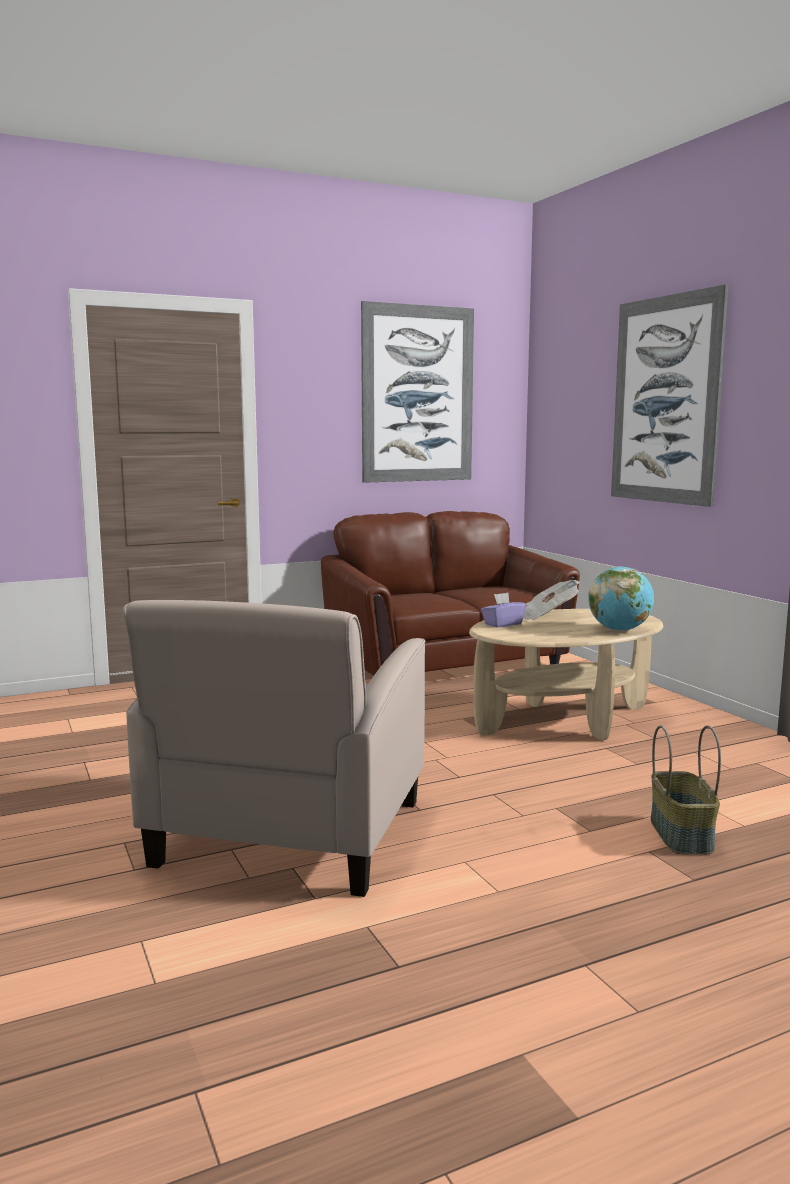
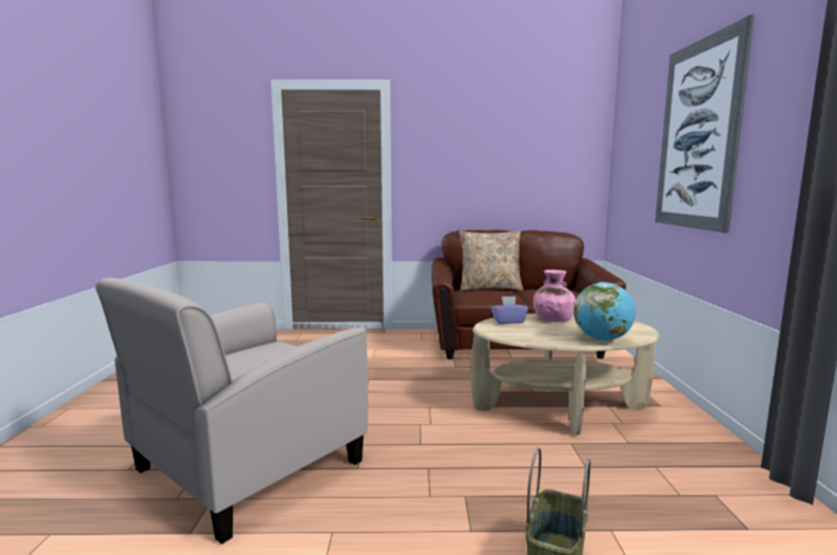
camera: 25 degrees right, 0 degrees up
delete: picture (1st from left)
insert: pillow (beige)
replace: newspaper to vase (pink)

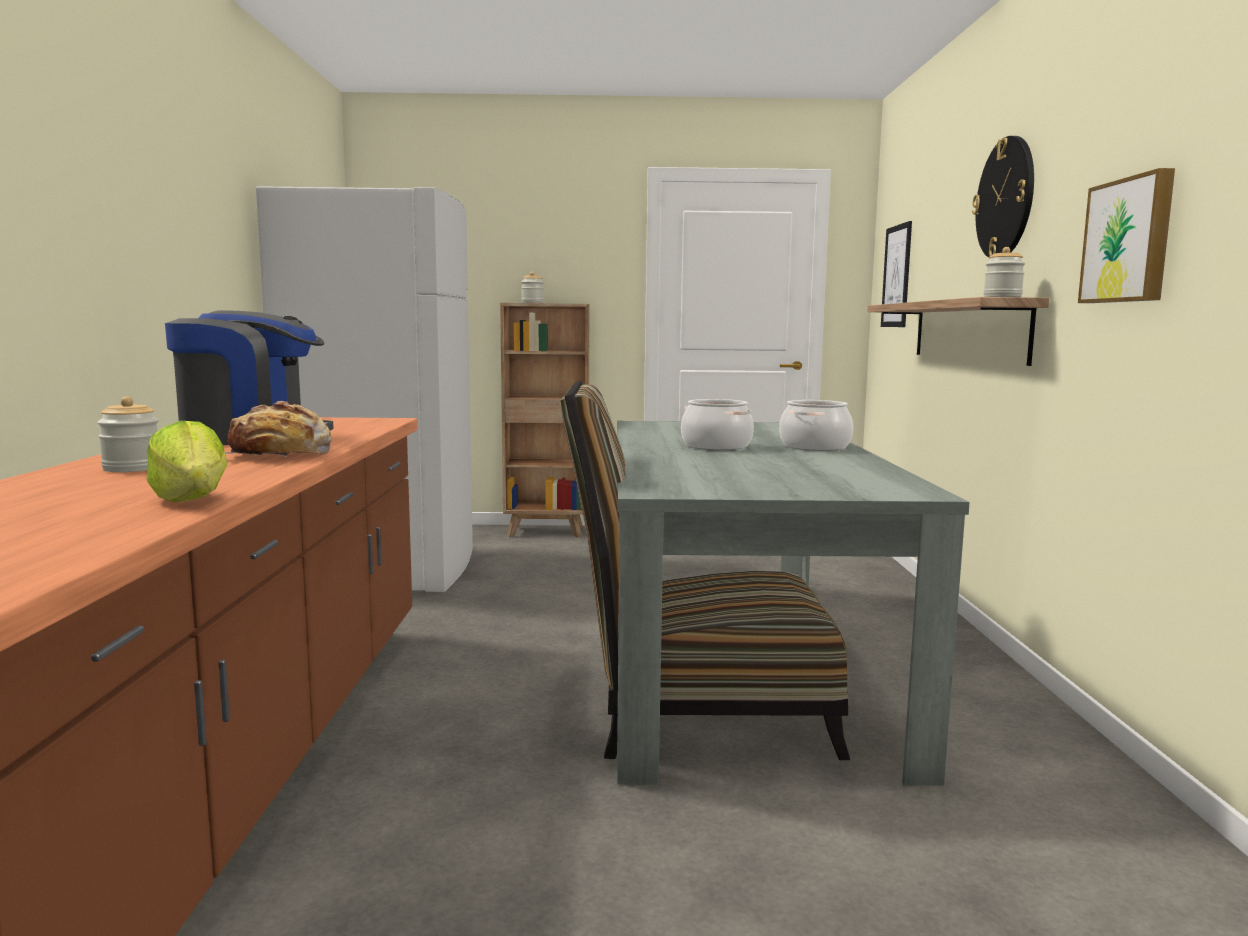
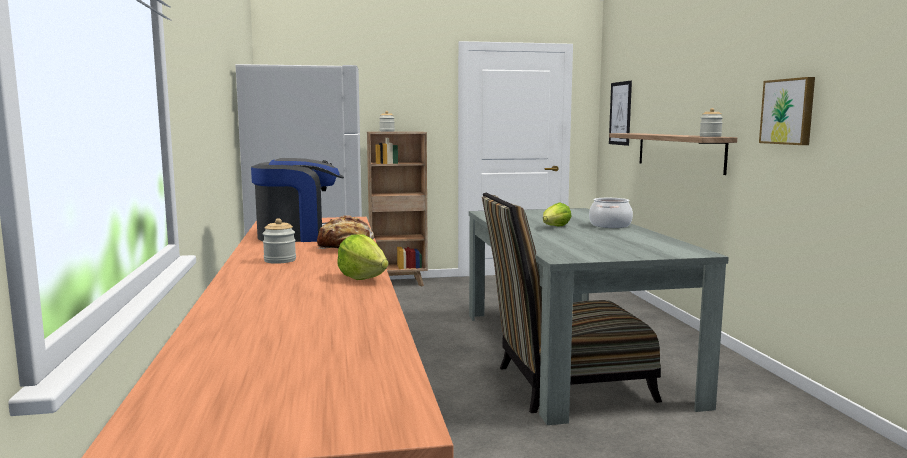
camera: 10 degrees left, 0 degrees up
delete: wall clock
replace: cooking pot (1st from left) to lettuce (2nd from left)

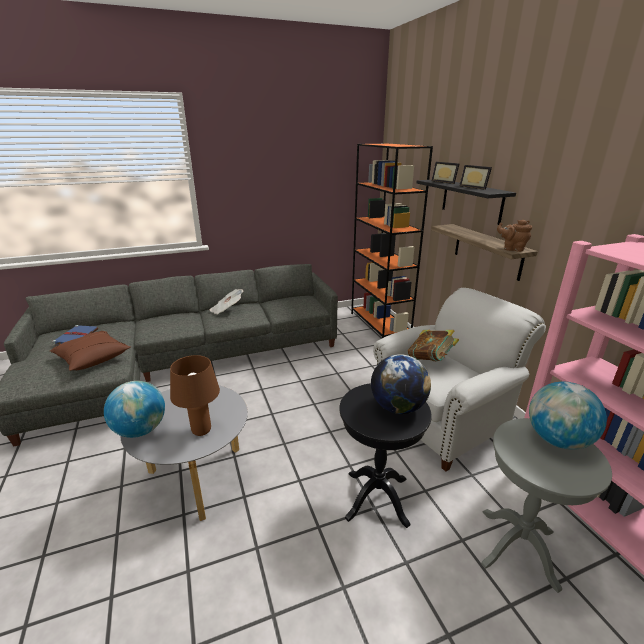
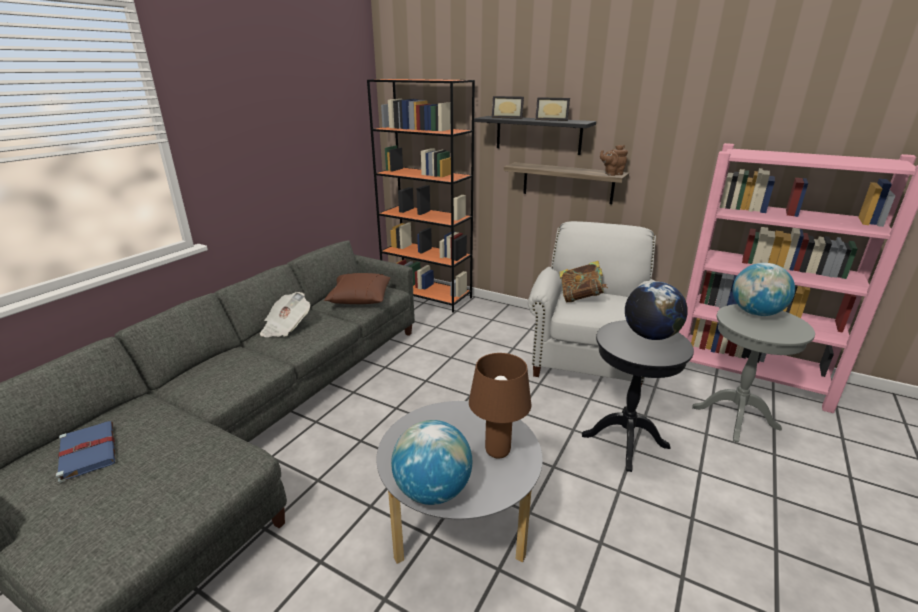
camera: 40 degrees left, 0 degrees up
move: pillow (brown)

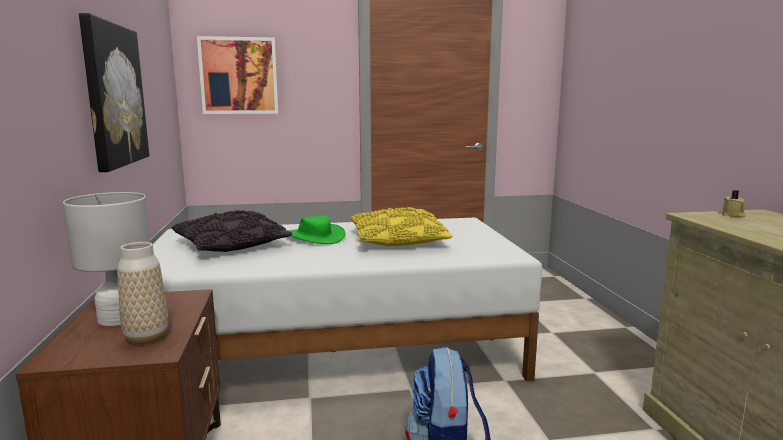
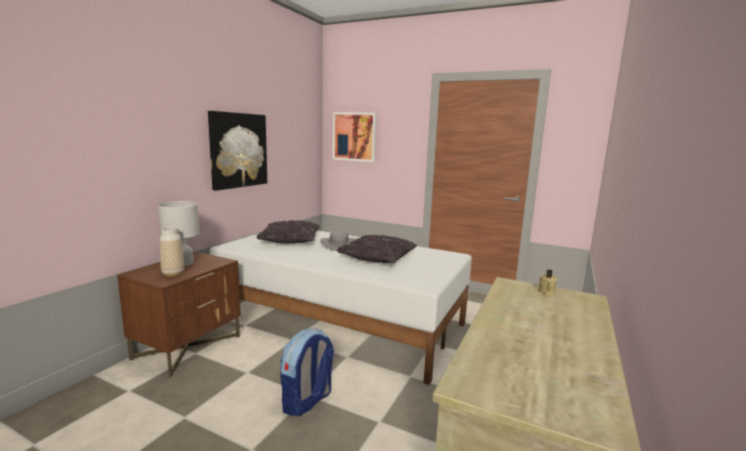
camera: 35 degrees right, 0 degrees up
recolor: pillow (yellow) to pillow (black) (2nd from left); hat (green) to hat (grey)

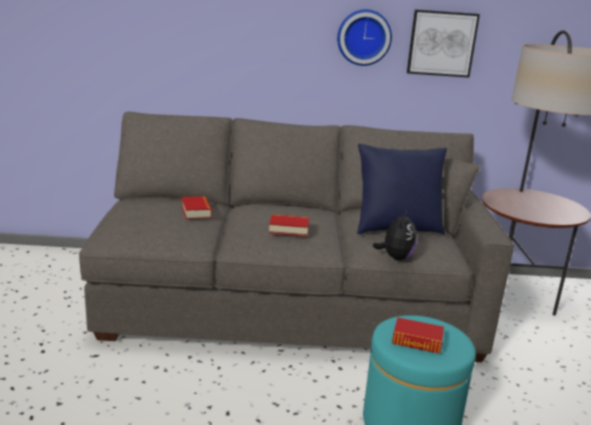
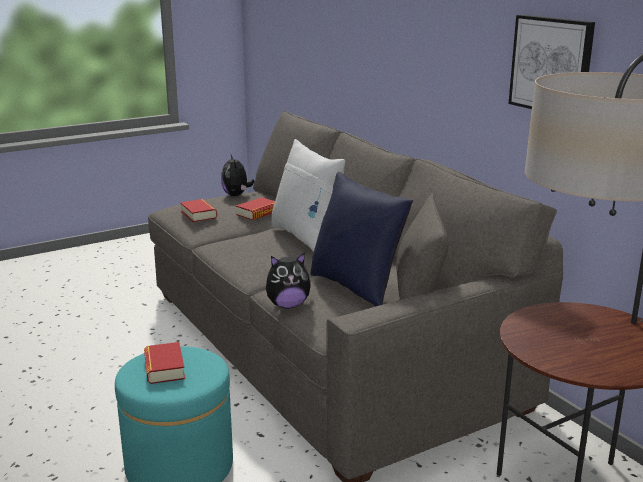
camera: 60 degrees right, 0 degrees up
delete: wall clock
insert: pillow (grey); plush toy (1st from left)
move: book (2nd from left)

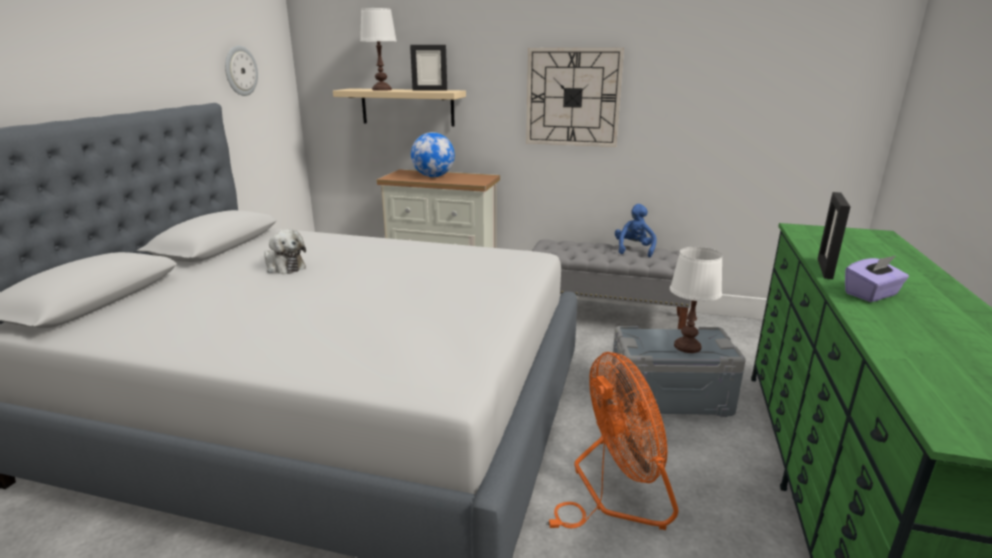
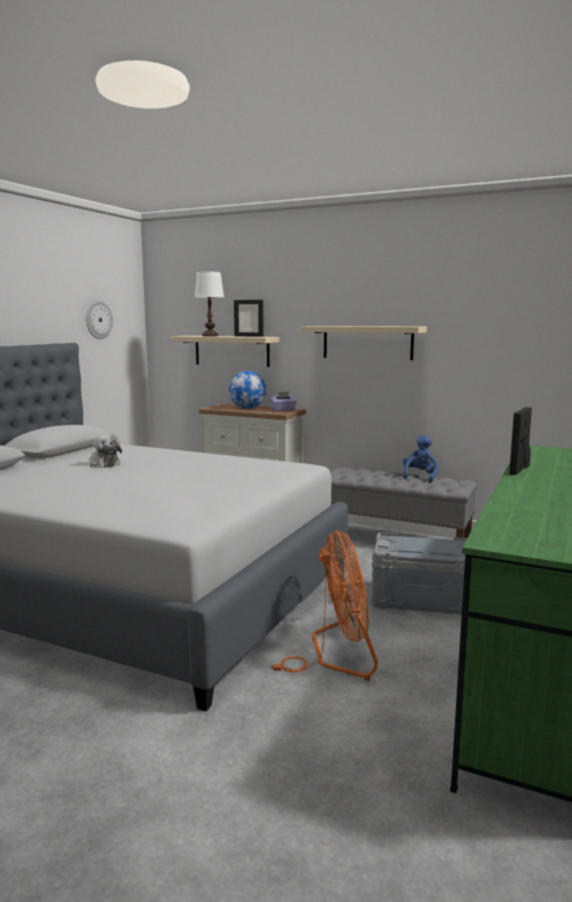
camera: 10 degrees right, 10 degrees down
delete: table lamp (white) (2nd from left)
move: tissue box (purple)
replace: wall clock (2nd from left) to shelf (beige) (2nd from left)

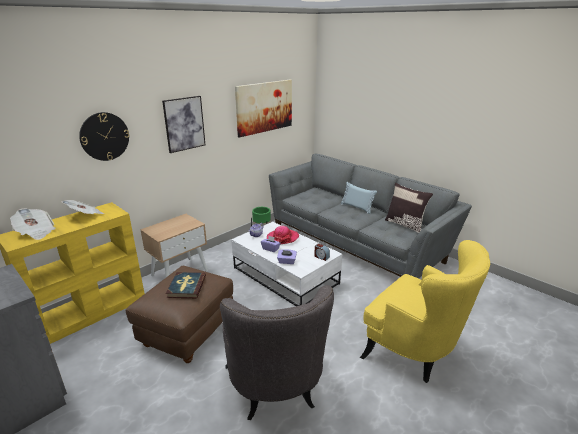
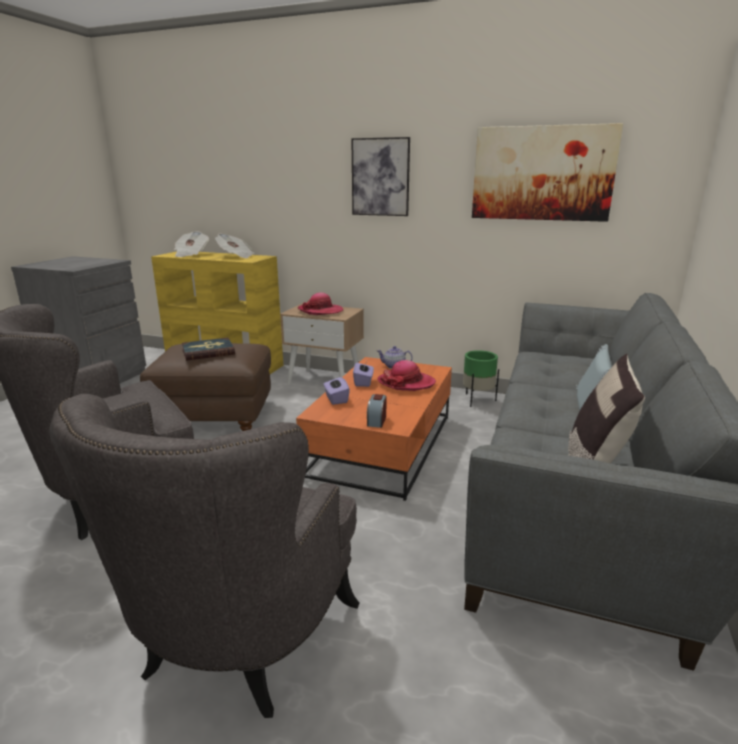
camera: 65 degrees right, 5 degrees down
delete: wall clock
insert: hat (1st from left)
recolor: coffee table (white) to coffee table (orange); armchair (yellow) to armchair (grey) (2nd from left)

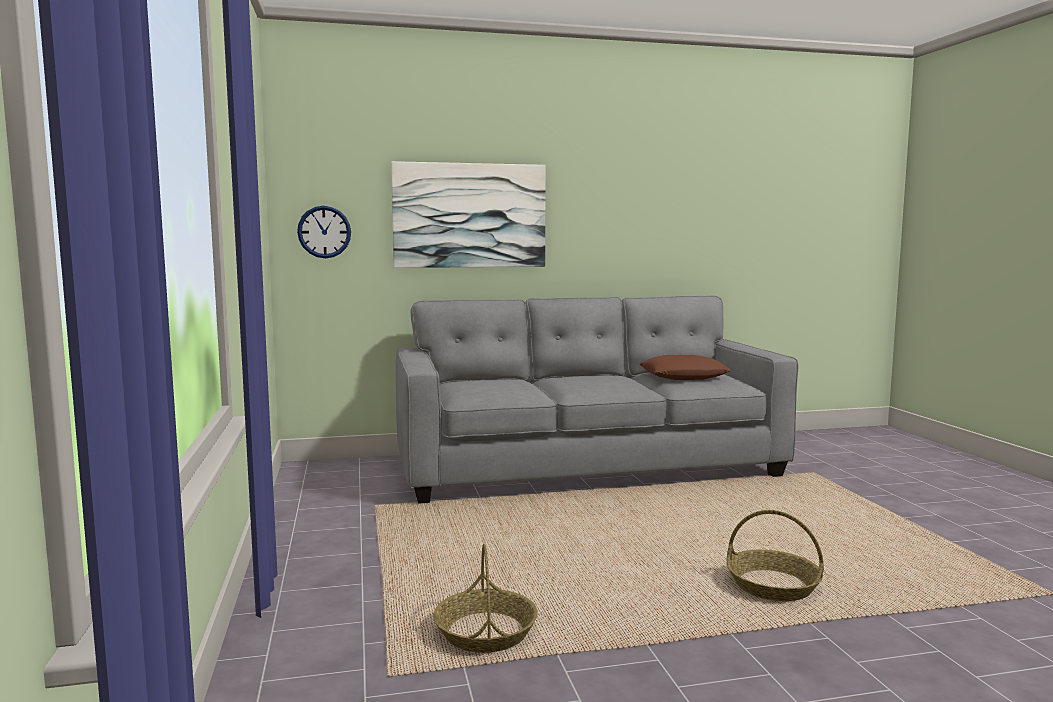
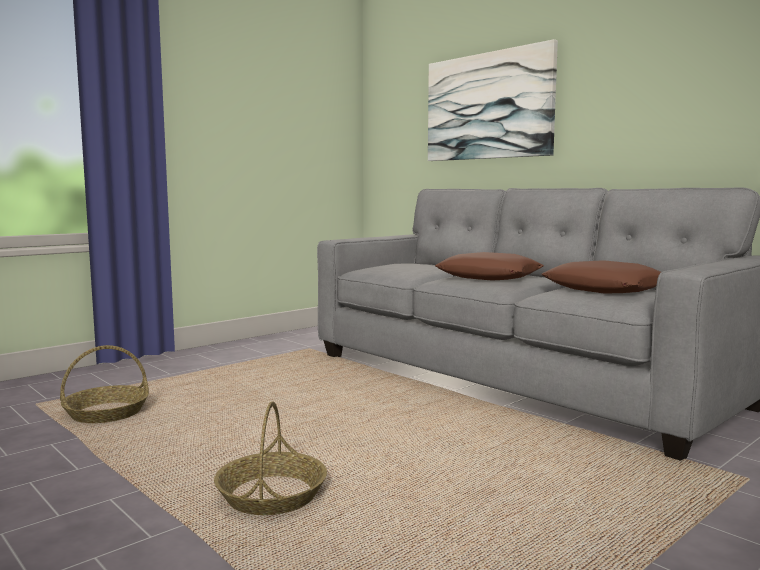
camera: 60 degrees right, 0 degrees up
delete: wall clock
insert: pillow (brown) (1st from left)

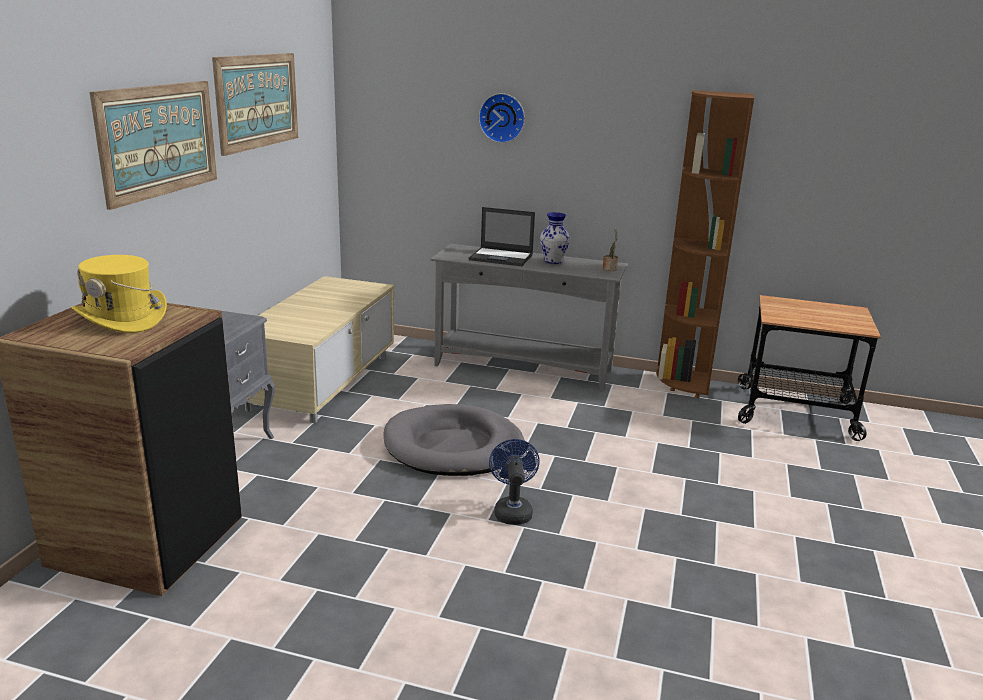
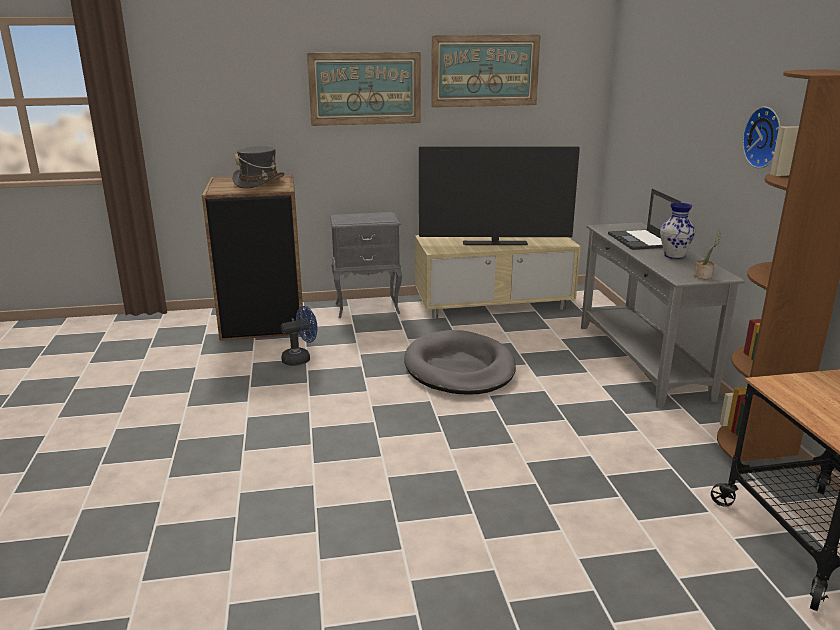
camera: 65 degrees right, 0 degrees up
insert: television
move: wall clock; fan (blue)
recolor: hat (yellow) to hat (grey)

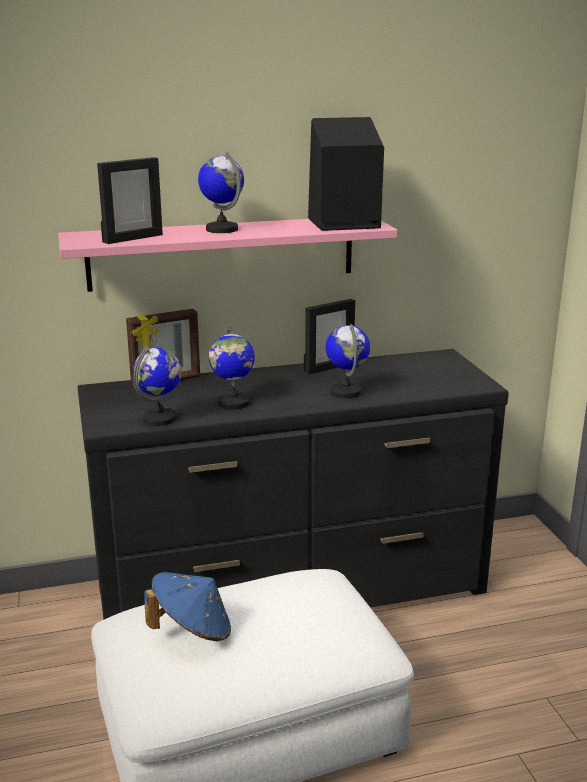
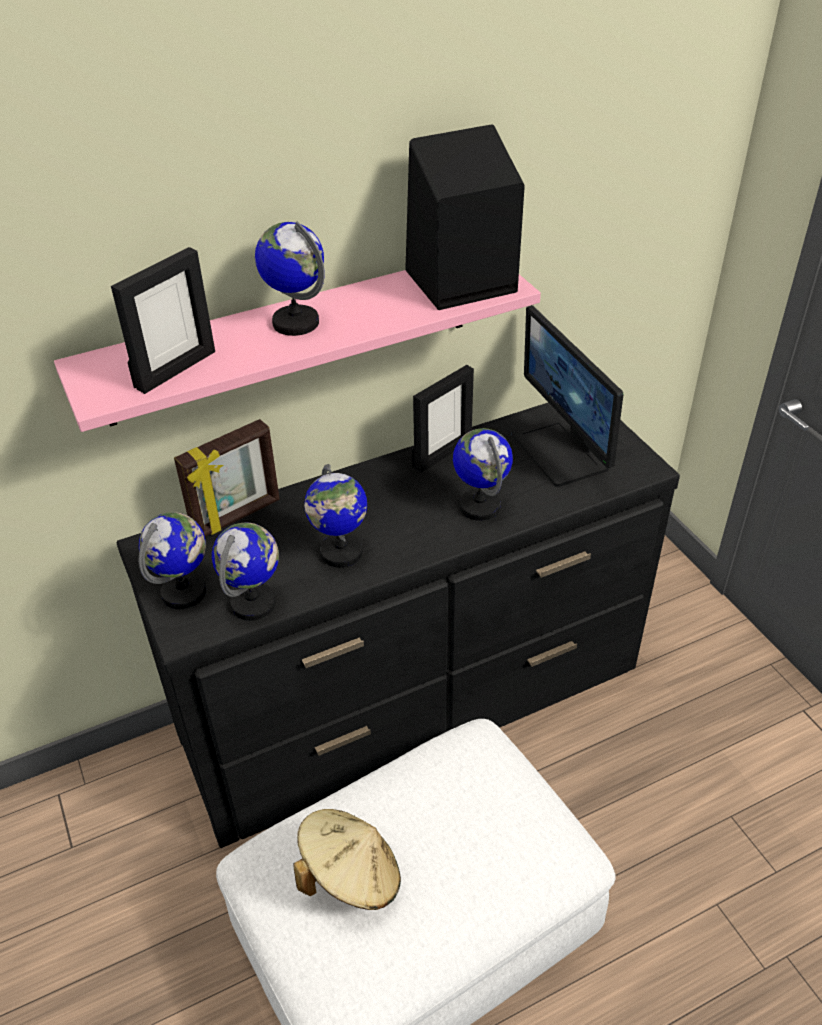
camera: 10 degrees left, 20 degrees up
insert: monitor; globe (1st from left)
recolor: hat (blue) to hat (beige)

